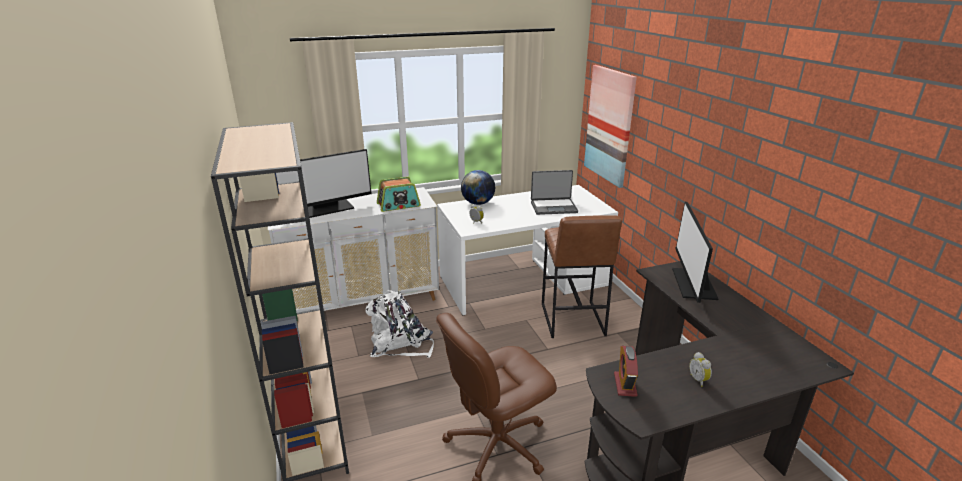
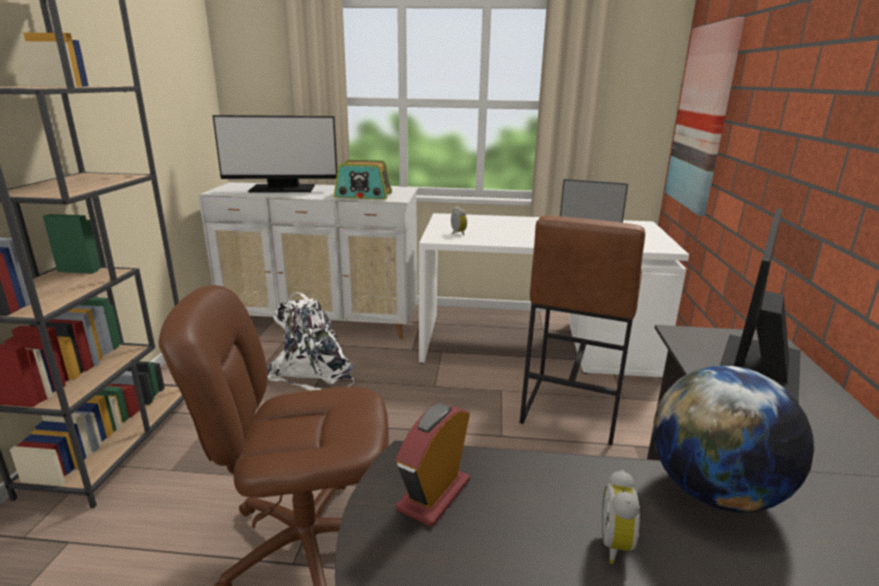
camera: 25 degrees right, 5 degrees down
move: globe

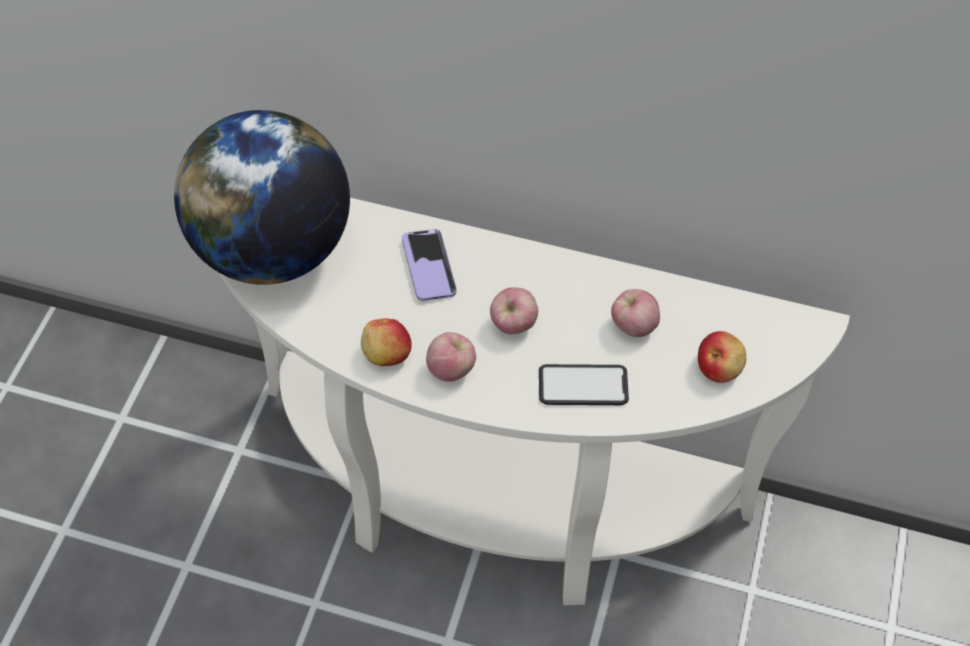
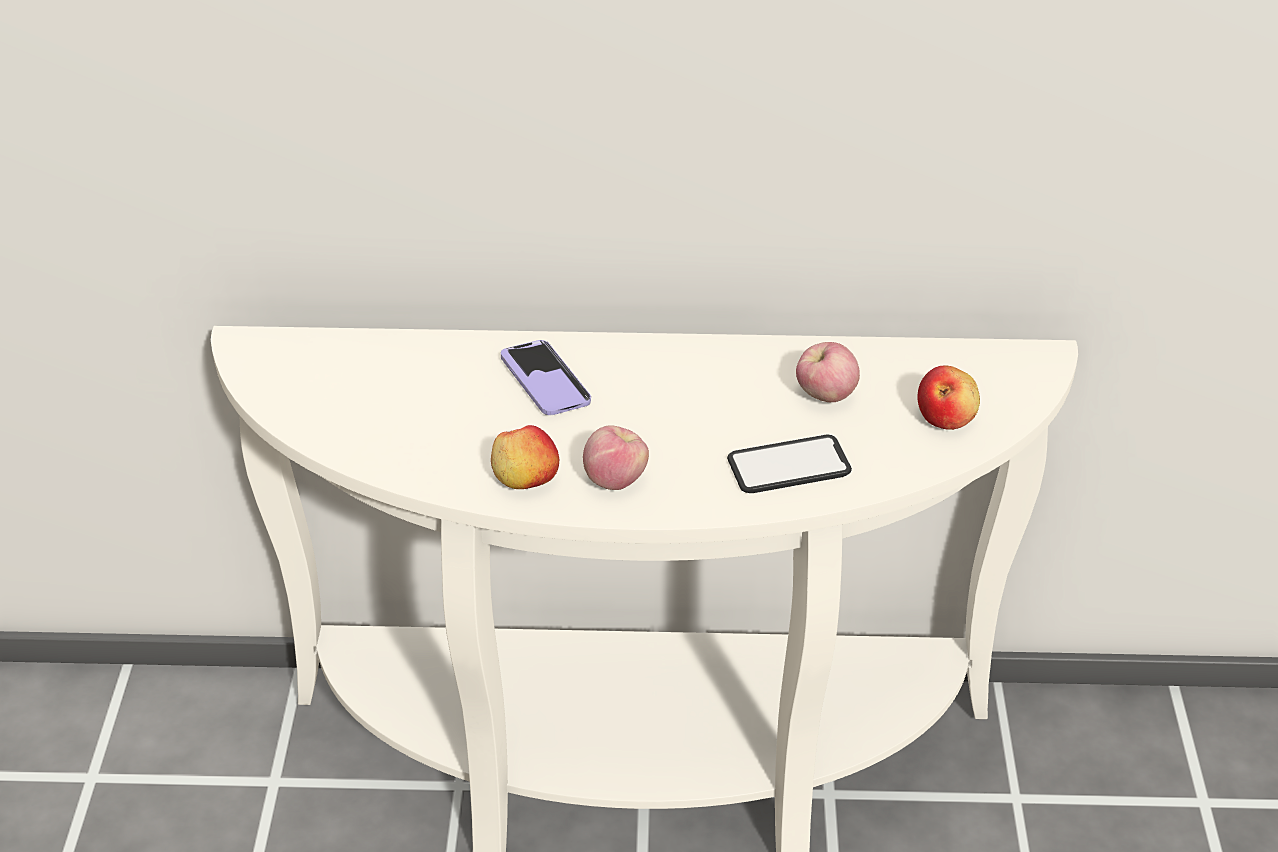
camera: 15 degrees left, 15 degrees down
delete: globe; apple (3rd from left)

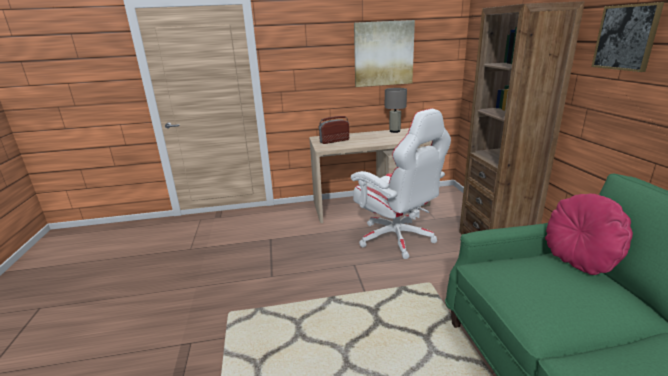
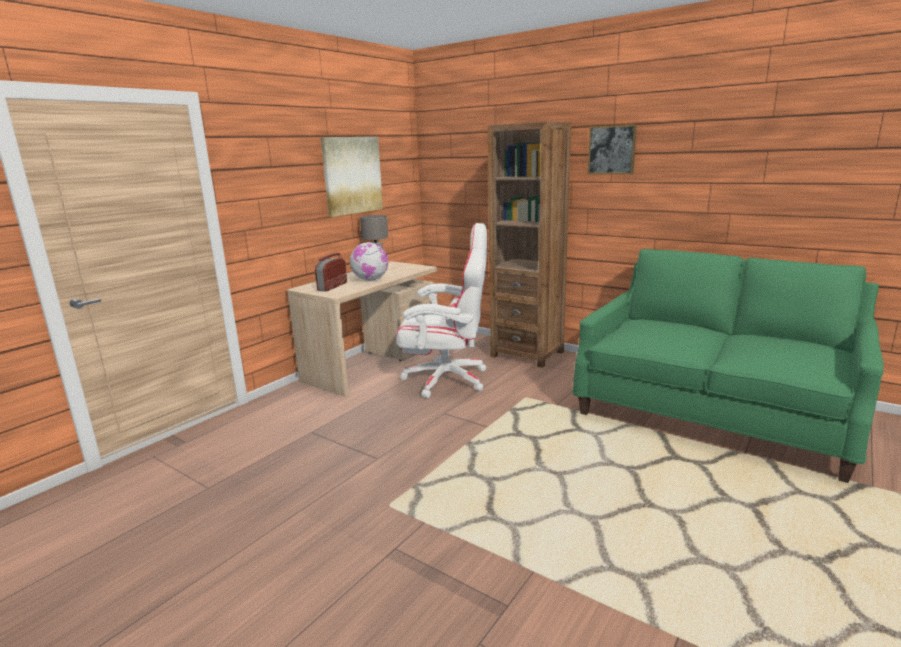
camera: 45 degrees left, 5 degrees down
delete: pillow (pink)
insert: globe

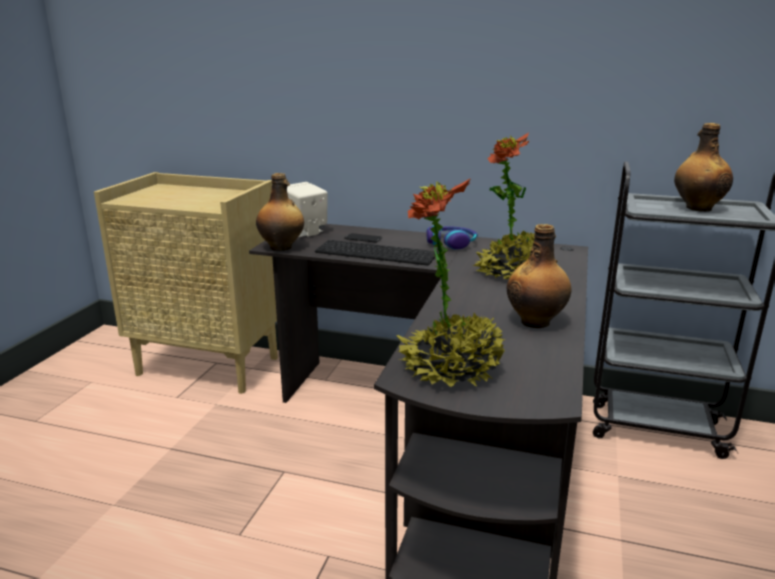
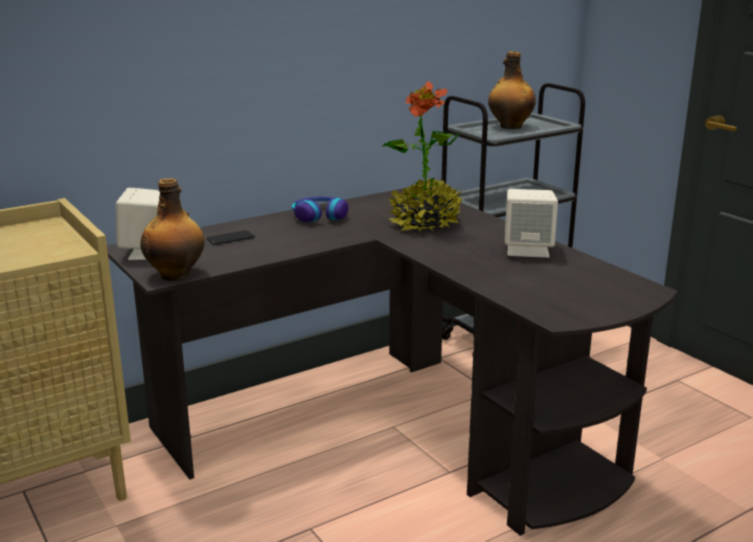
camera: 50 degrees left, 0 degrees up
delete: potted plant (1st from left); keyboard
replace: bottle (2nd from left) to speaker (beige) (2nd from left)

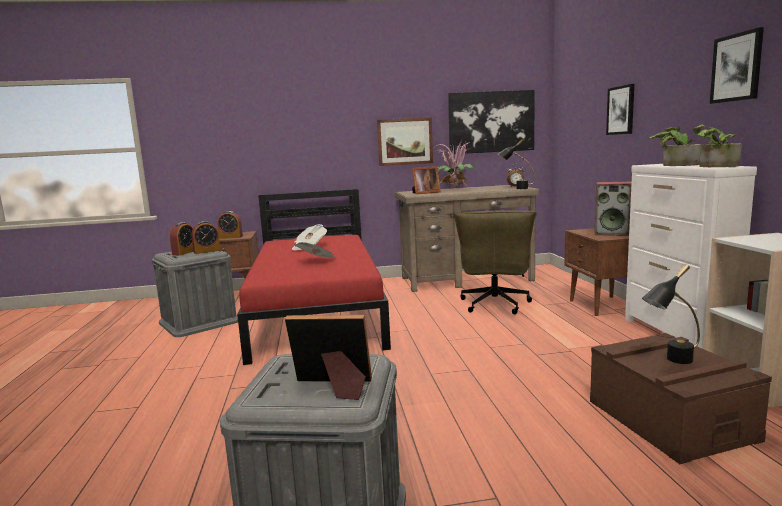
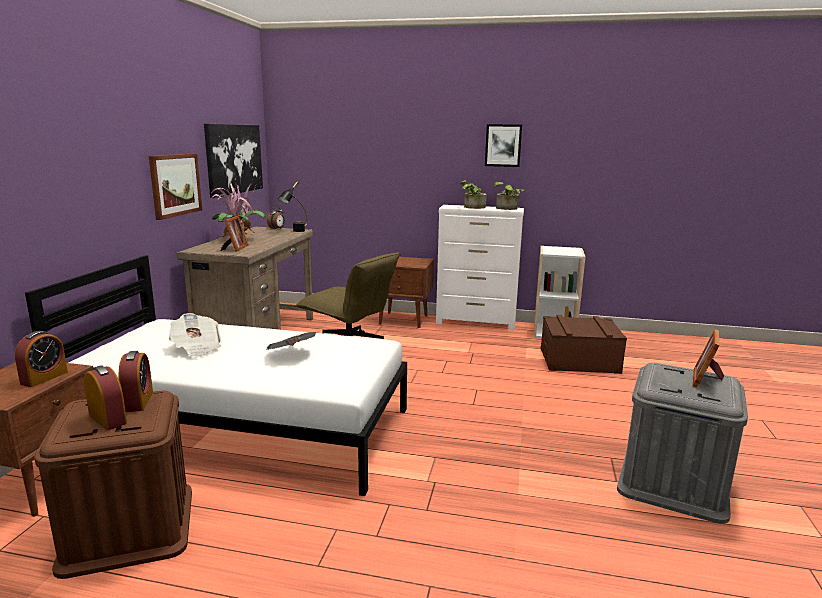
camera: 70 degrees left, 5 degrees up
delete: picture (3rd from left); speaker; table lamp (black) (2nd from left)
recolor: bed (red) to bed (white); storage box (grey) (1st from left) to storage box (brown) (1st from left)

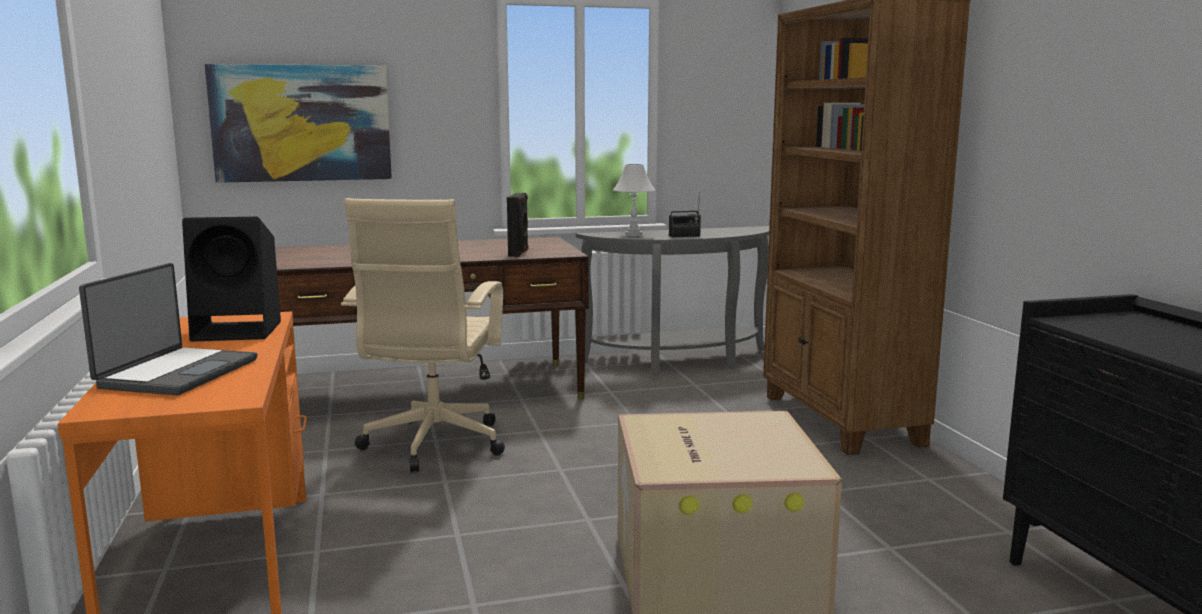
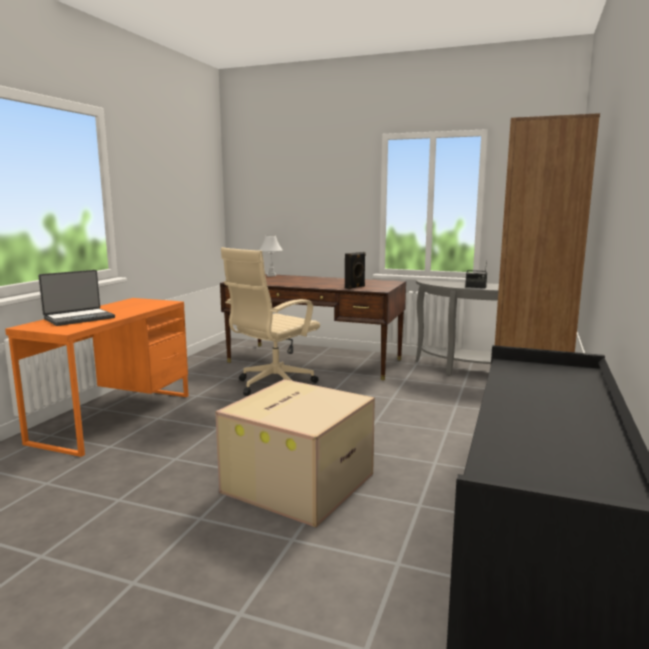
camera: 35 degrees right, 0 degrees up
delete: picture; speaker (black) (1st from left)
move: table lamp (white)

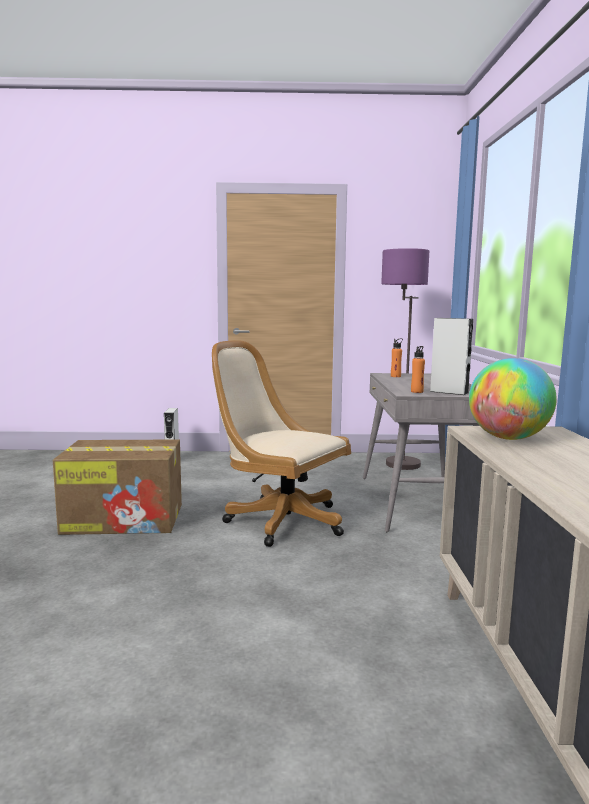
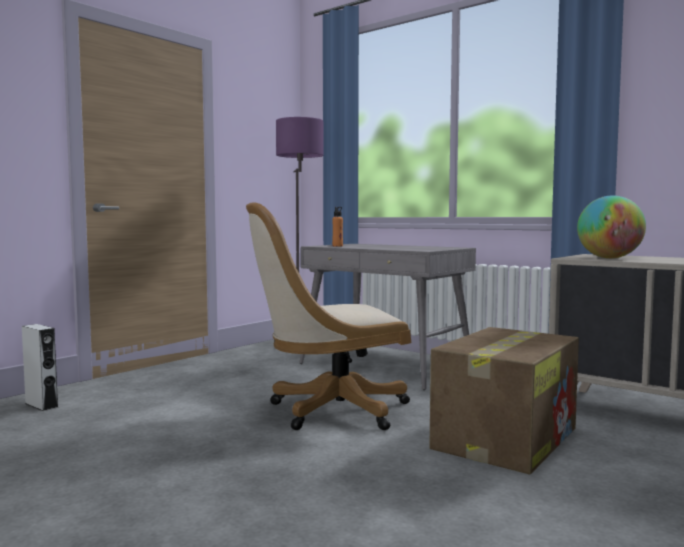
camera: 50 degrees left, 5 degrees down
delete: speaker (grey) (2nd from left); bottle (orange) (2nd from left)
move: cardboard box

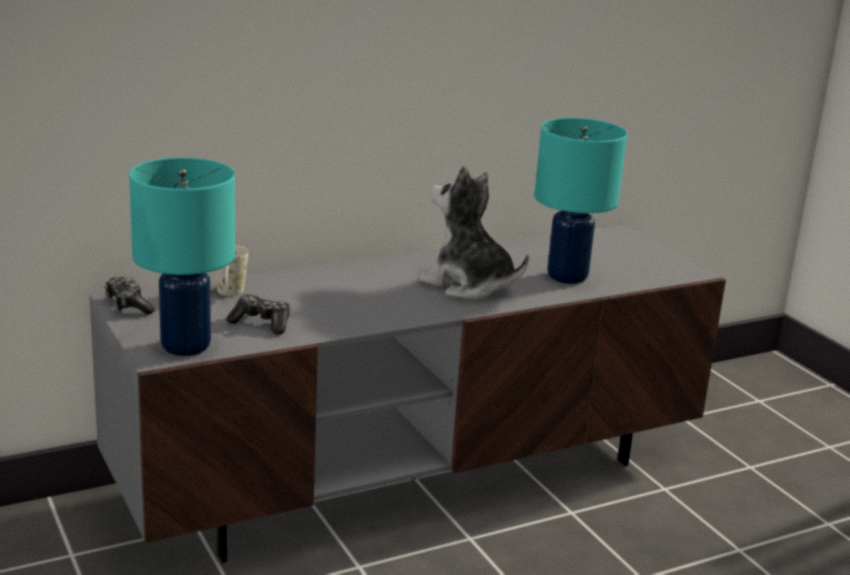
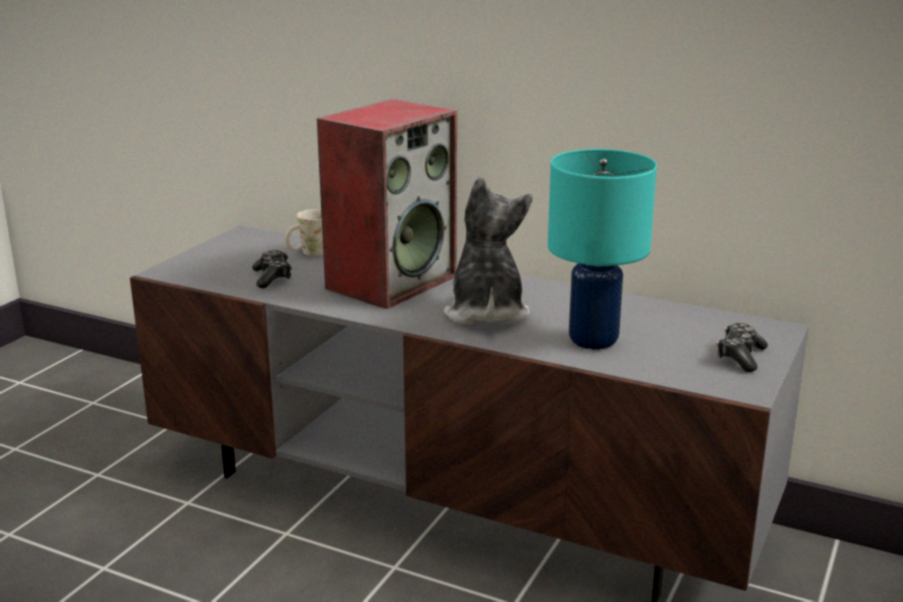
camera: 55 degrees right, 0 degrees up
delete: table lamp (turquoise) (1st from left)
insert: speaker
move: game controller (1st from left in the first image) to game controller (2nd from left)

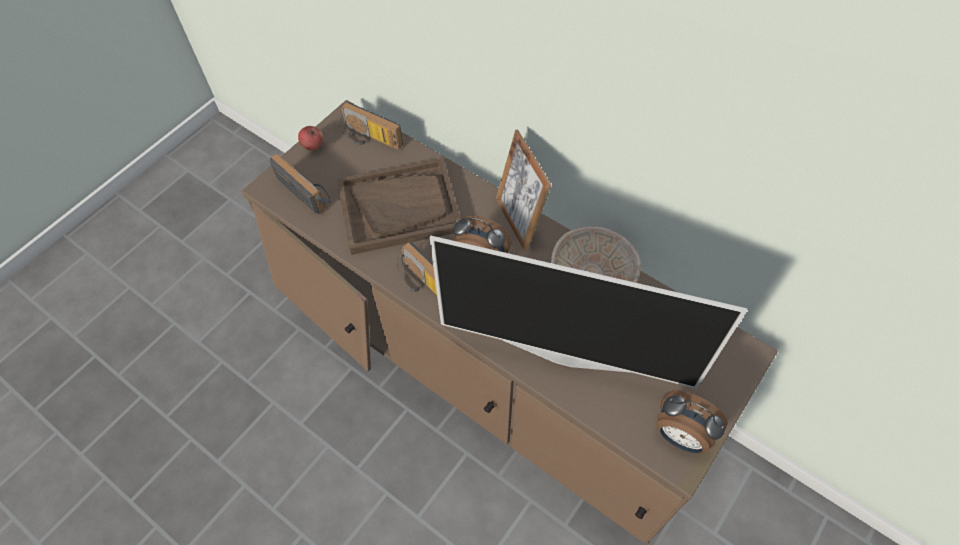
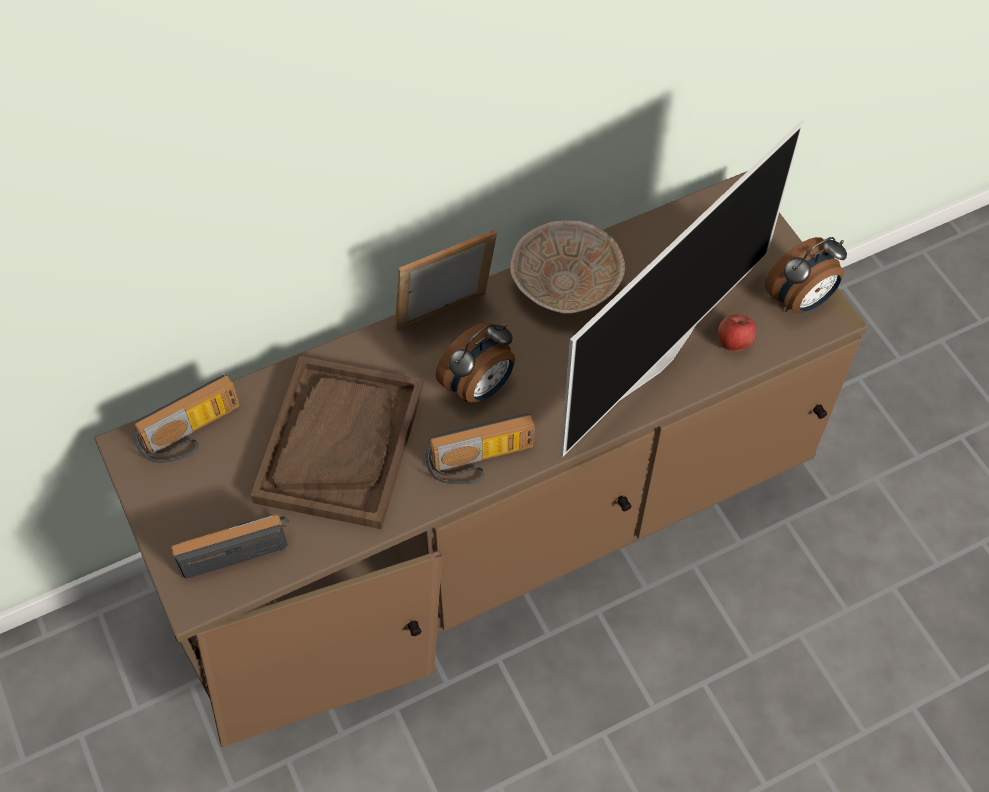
camera: 65 degrees left, 0 degrees up
move: apple
rotate: picture frame 150 degrees clockwise

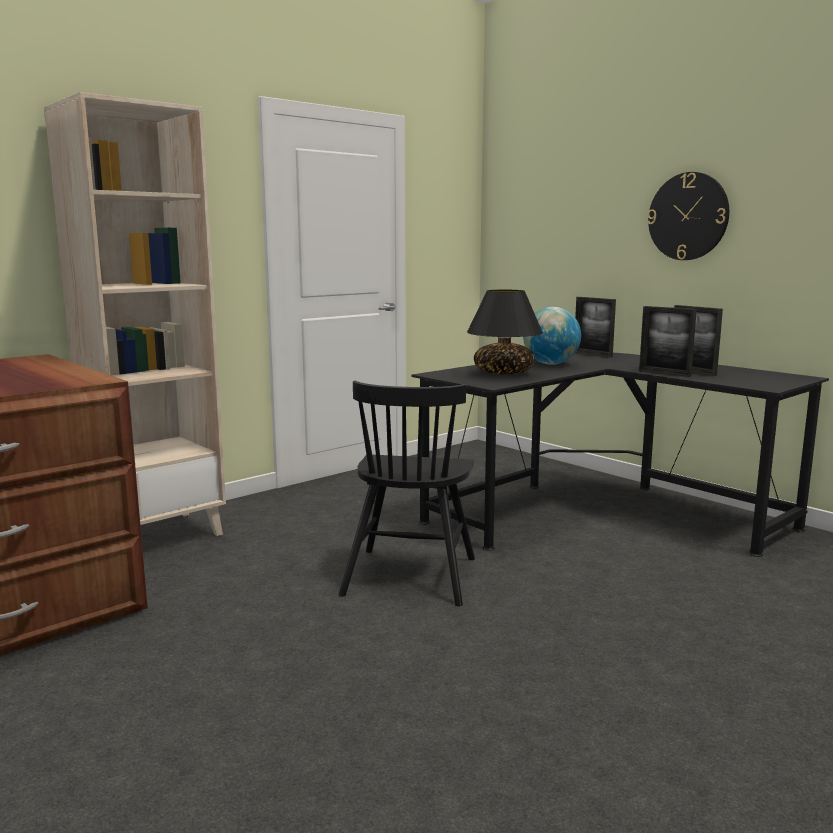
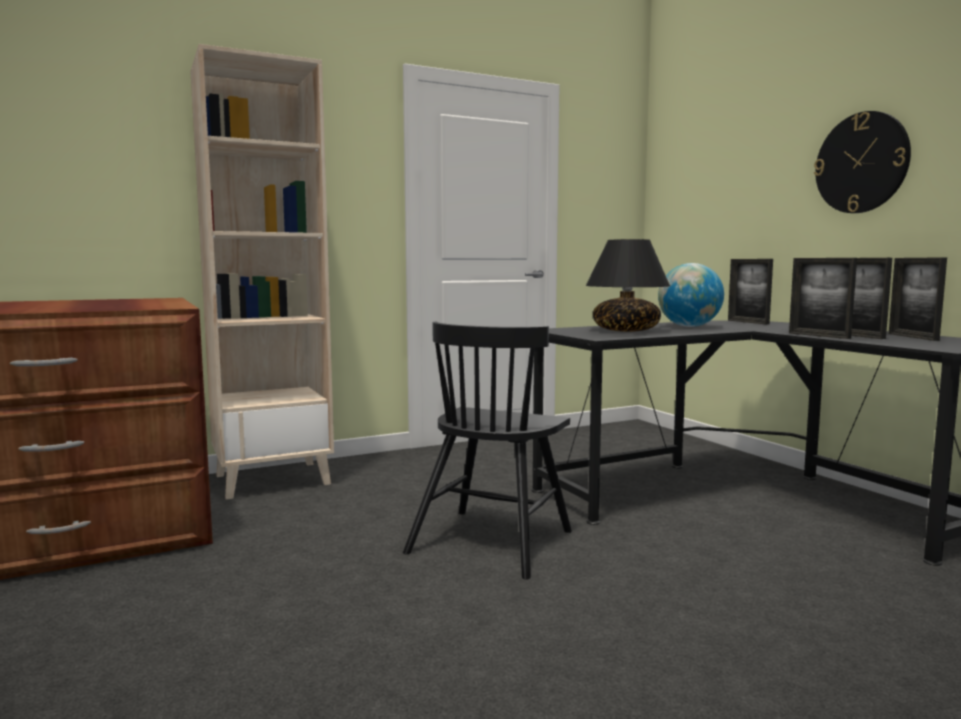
camera: 15 degrees right, 5 degrees down
insert: picture frame (4th from left)

